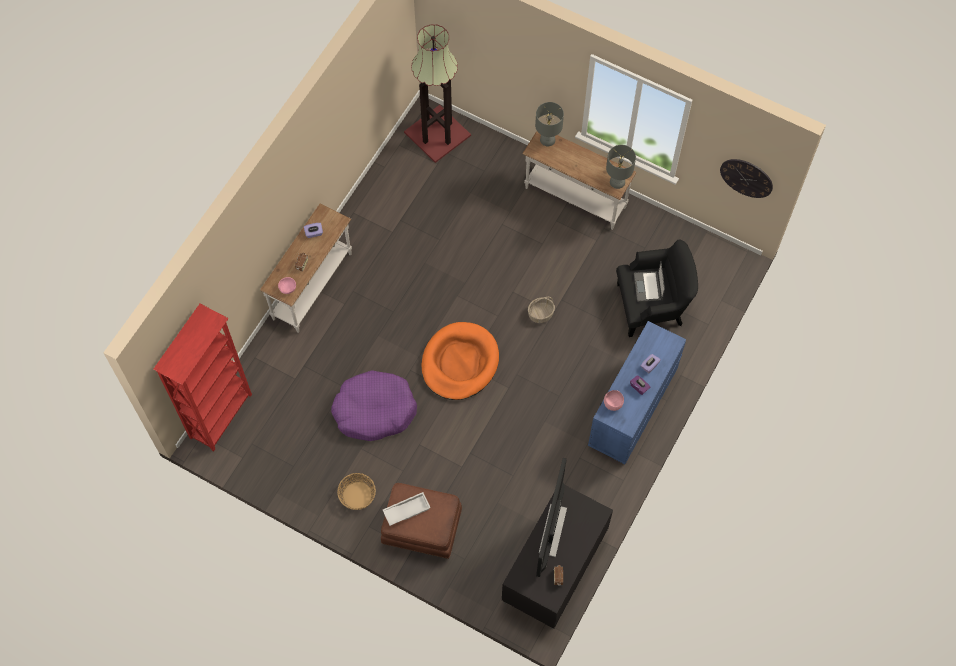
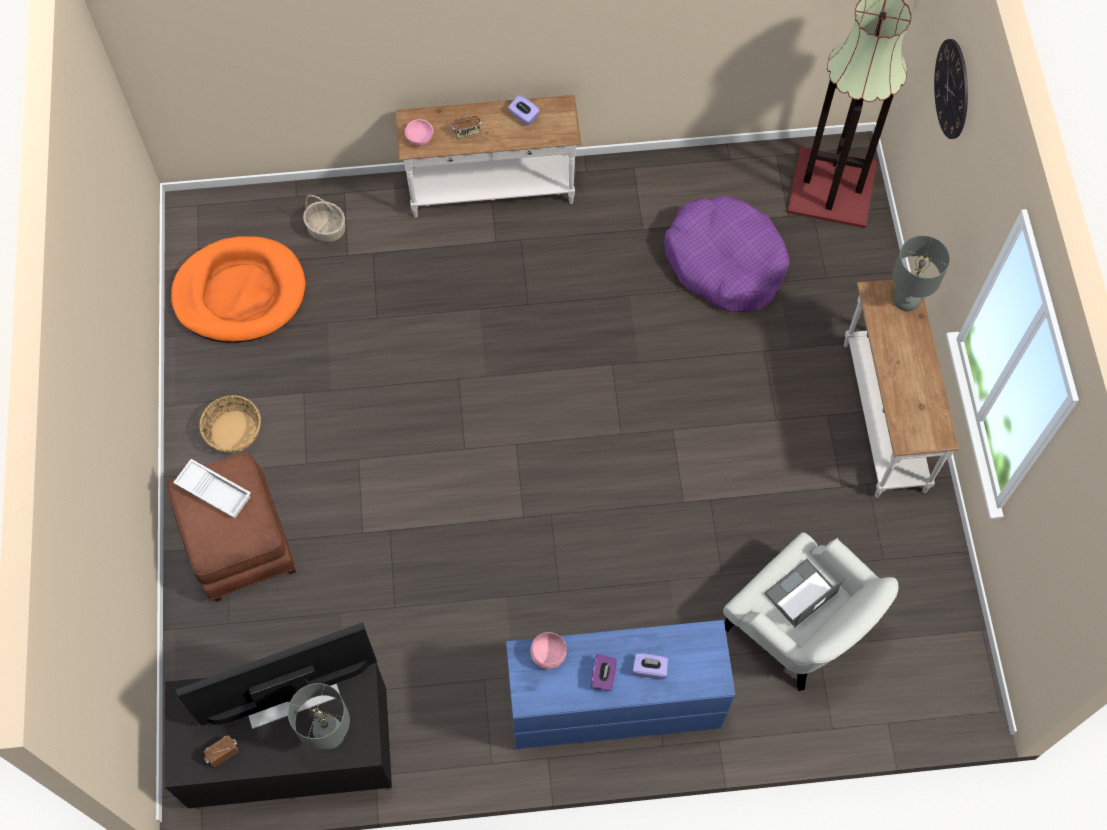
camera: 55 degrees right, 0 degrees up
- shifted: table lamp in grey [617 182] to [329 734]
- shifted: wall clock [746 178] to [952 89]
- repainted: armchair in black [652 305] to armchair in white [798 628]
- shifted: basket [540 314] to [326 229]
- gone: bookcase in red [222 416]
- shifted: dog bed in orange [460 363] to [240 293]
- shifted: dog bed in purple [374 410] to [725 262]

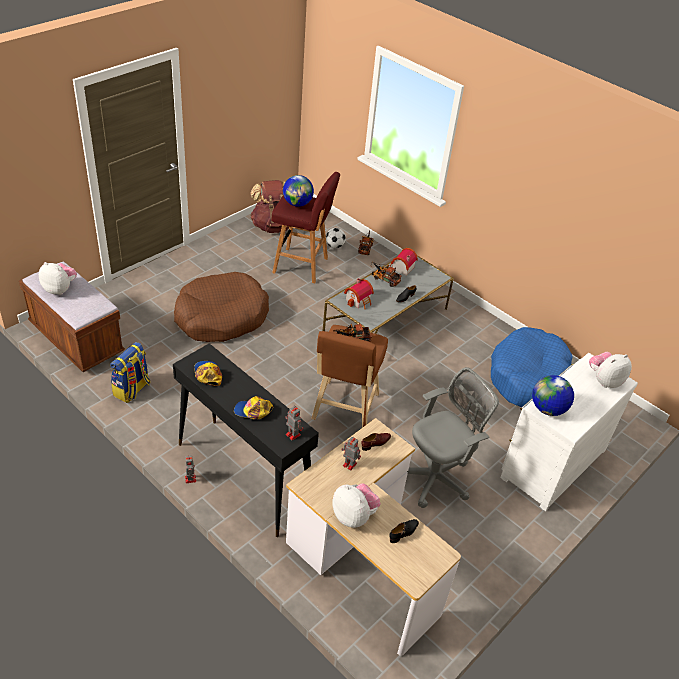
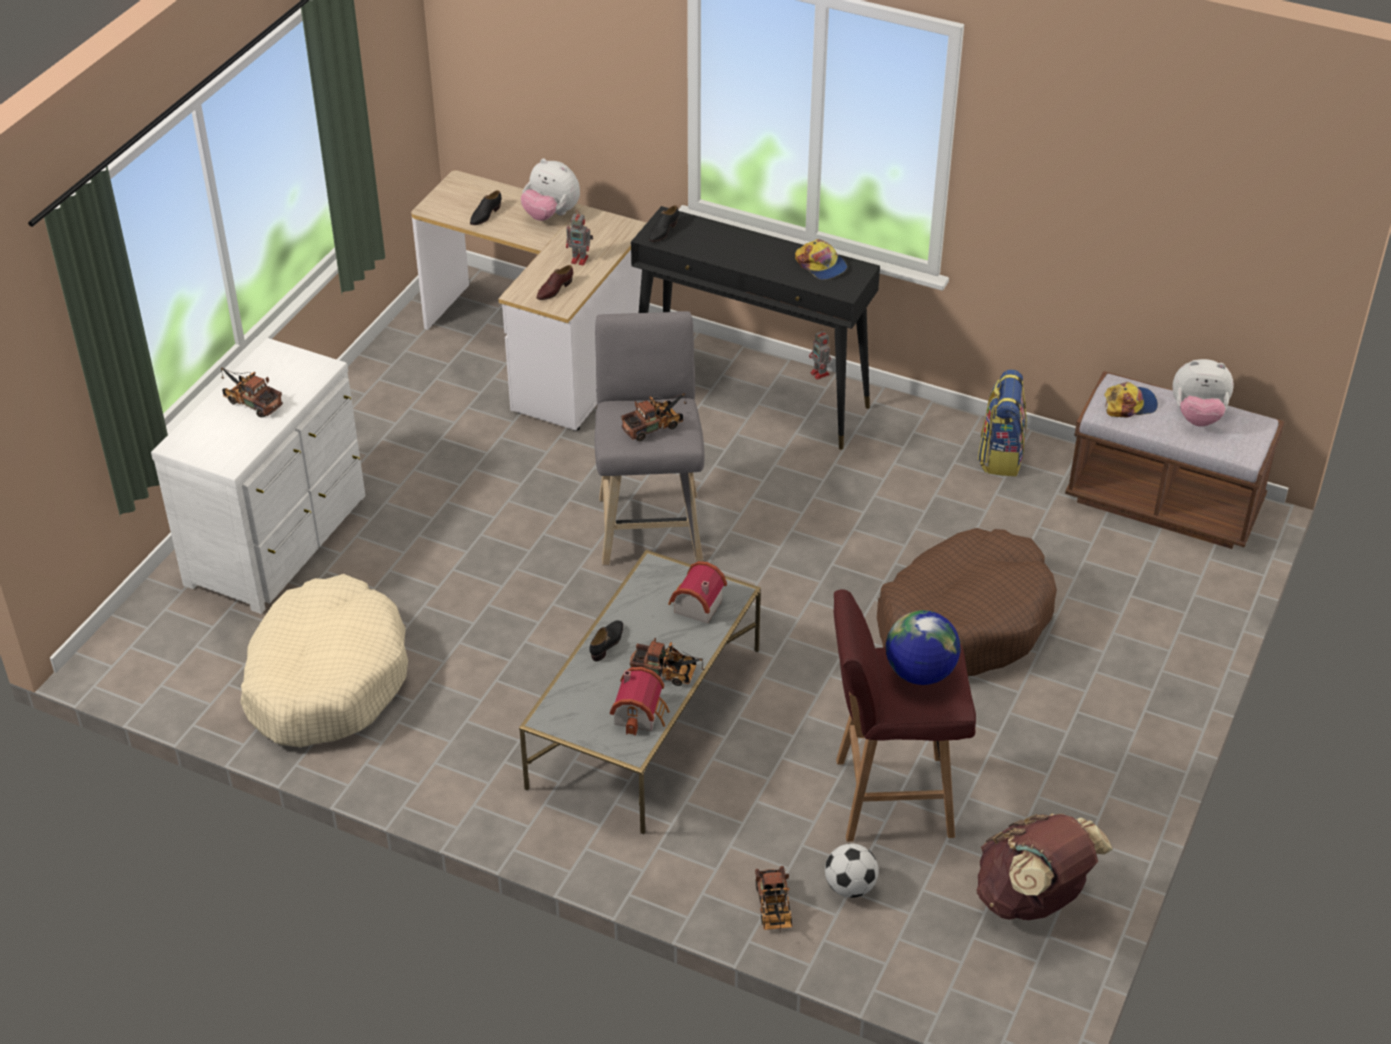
camera: 165 degrees right, 0 degrees up
- repainted: stool in brown [344 409] to stool in grey [650 523]
- repainted: dog bed in blue [529 378] to dog bed in beige [326 679]
- gone: plush toy [604 380]
- gone: office chair in grey [435 477]
- gone: globe [547 409]
- shifted: cap [252 411] to [1129 404]
- swapped: toy robot [292 434] to shoe in black [663 231]
- new: toy truck [250 401]

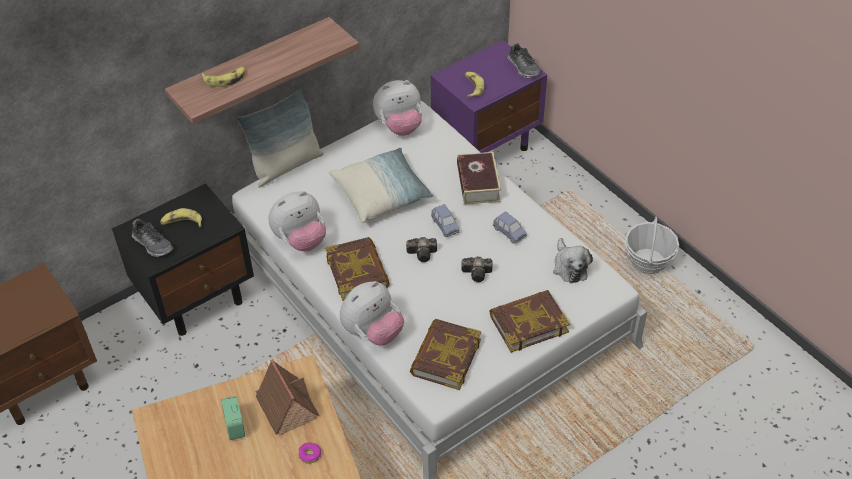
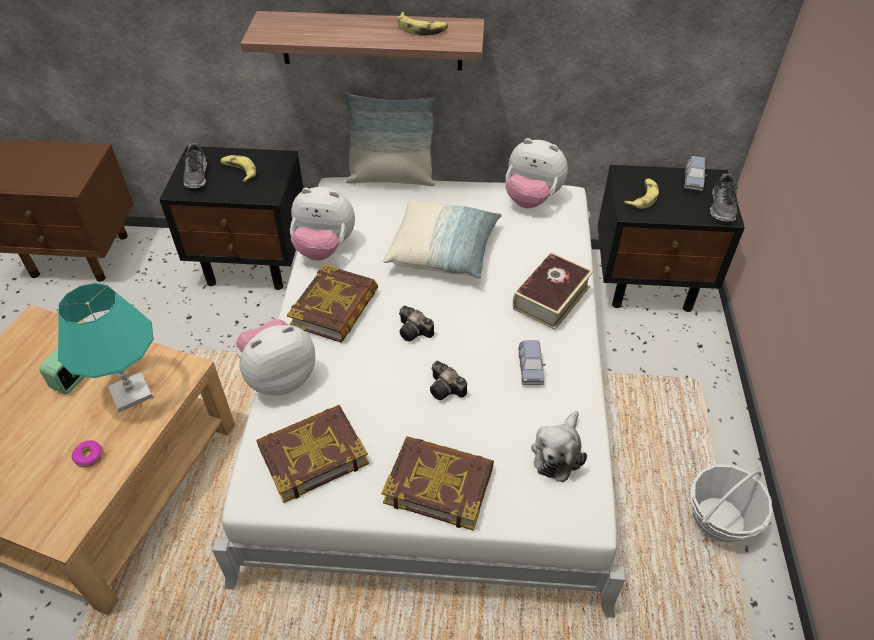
camera: 40 degrees right, 0 degrees up
- repainted: nightstand in purple [487 145] to nightstand in black [649 283]
- shifted: banana [225 79] to [421 29]
- shifted: toy car in blue [445 226] to [692 181]
- rotated: plush toy [373 332] = [279 377] 150 degrees clockwise
- swapped: toy house [286 406] to table lamp in turquoise [131 392]

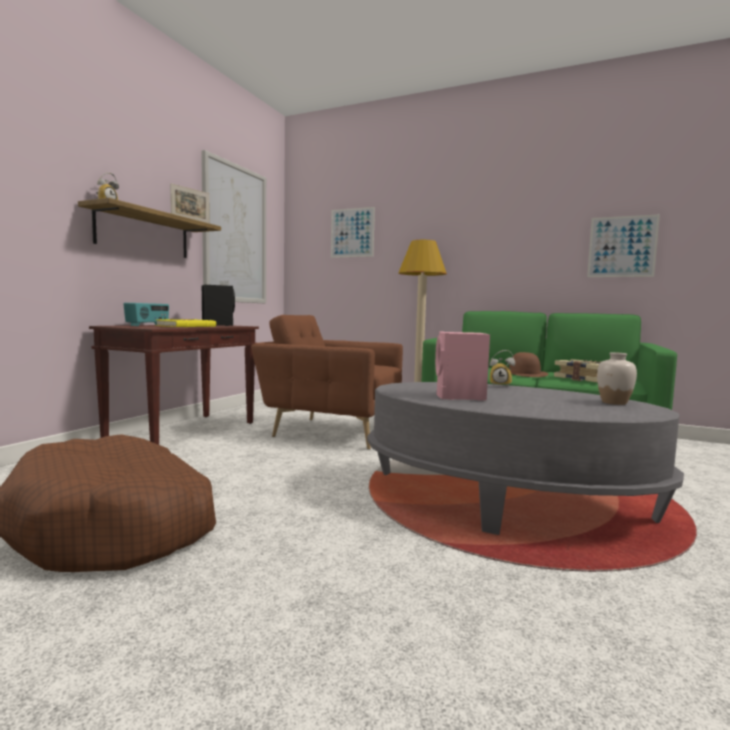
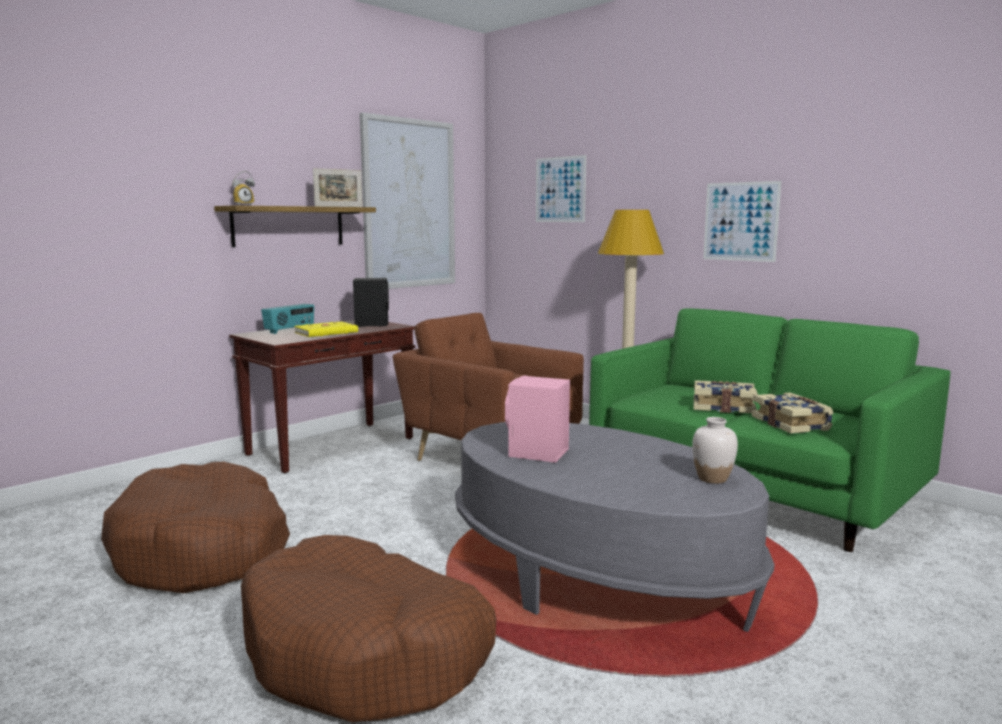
camera: 20 degrees right, 5 degrees up
- shifted: picture [622 246] to [740 221]
- gone: alarm clock [500 385]
- swapped: hat in brown [524 374] to book [723 407]
- new: dog bed in brown [365 652]

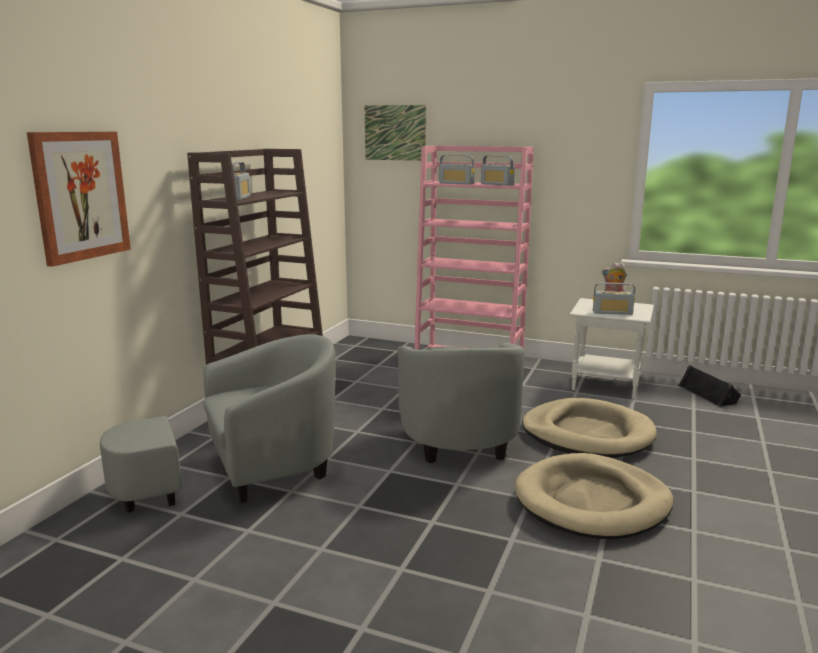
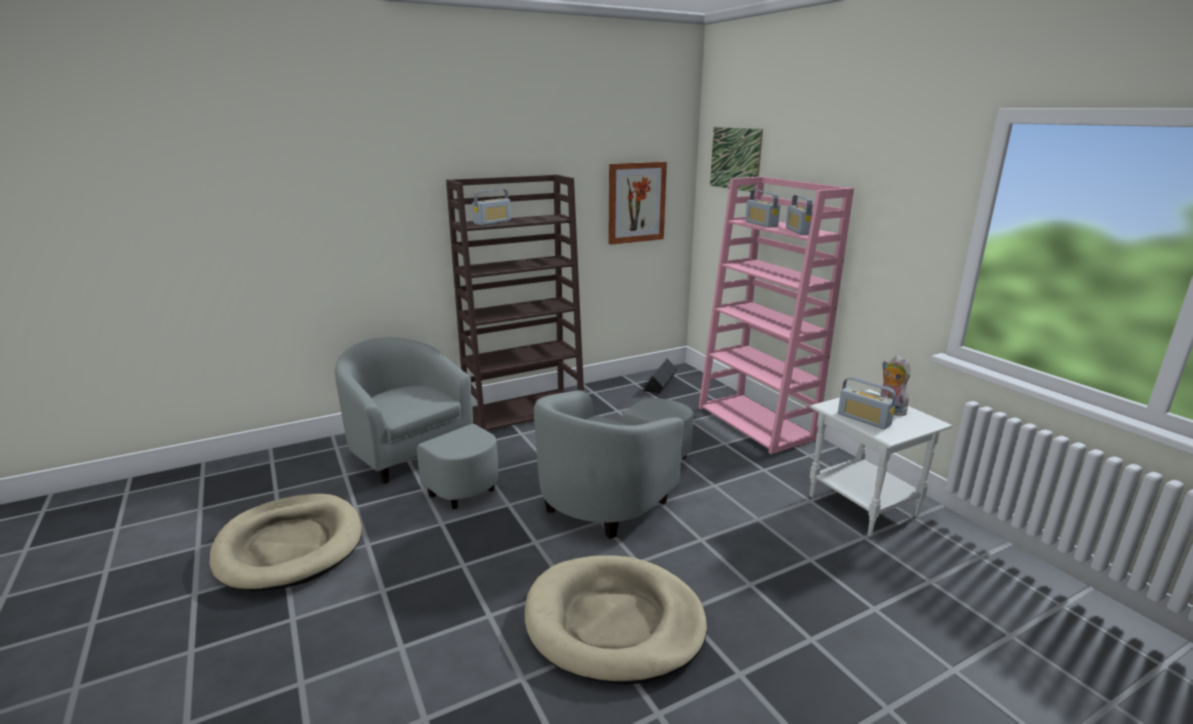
camera: 40 degrees right, 5 degrees up
- shifted: picture [80 196] to [636 202]
- rotated: armchair in grey [244 474] = [419 462] 150 degrees counterclockwise
- shifted: speaker in black [708 394] to [661 383]
- shifted: dog bed in beige [587 434] to [290 546]

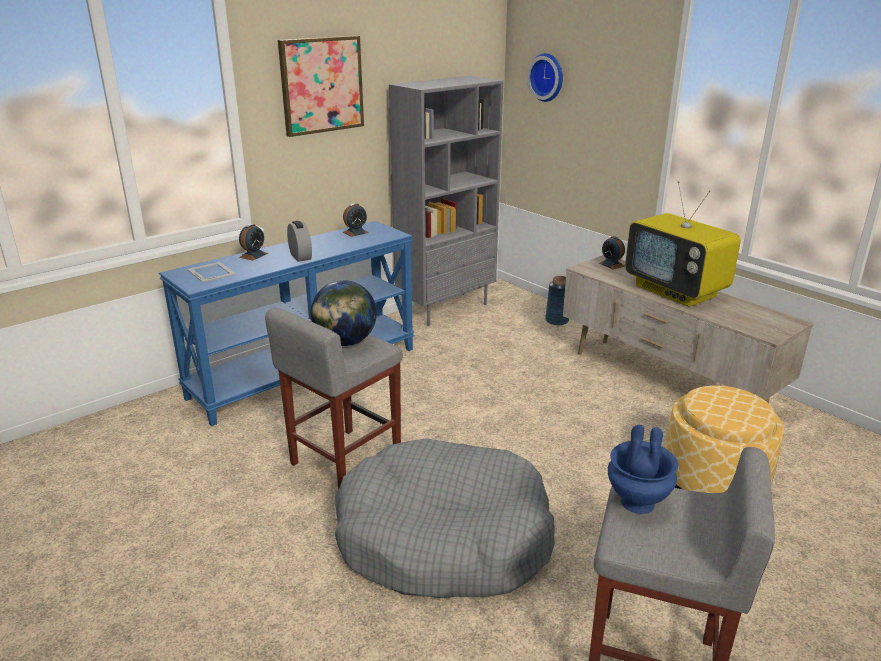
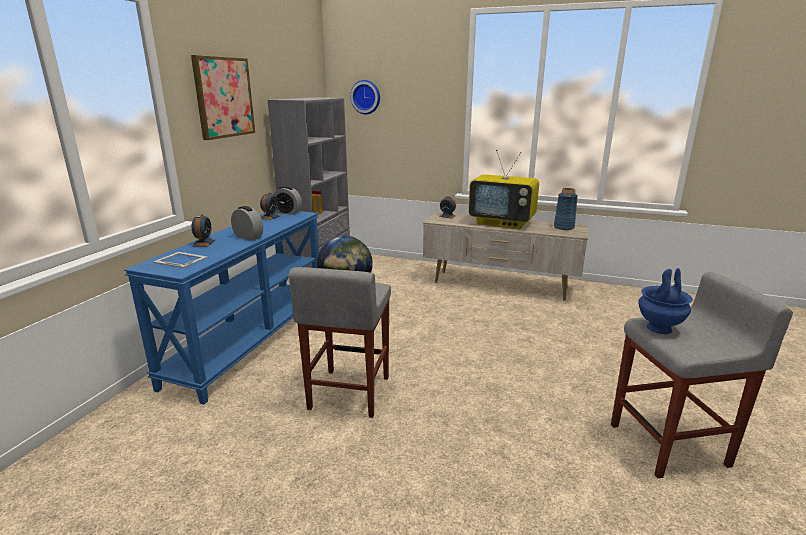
camera: 30 degrees left, 5 degrees down
- shifted: vase in blue [556 320] to [563 227]
- gone: ottoman [713 482]
- gone: dog bed in grey [443 538]
- new: alarm clock [287 212]

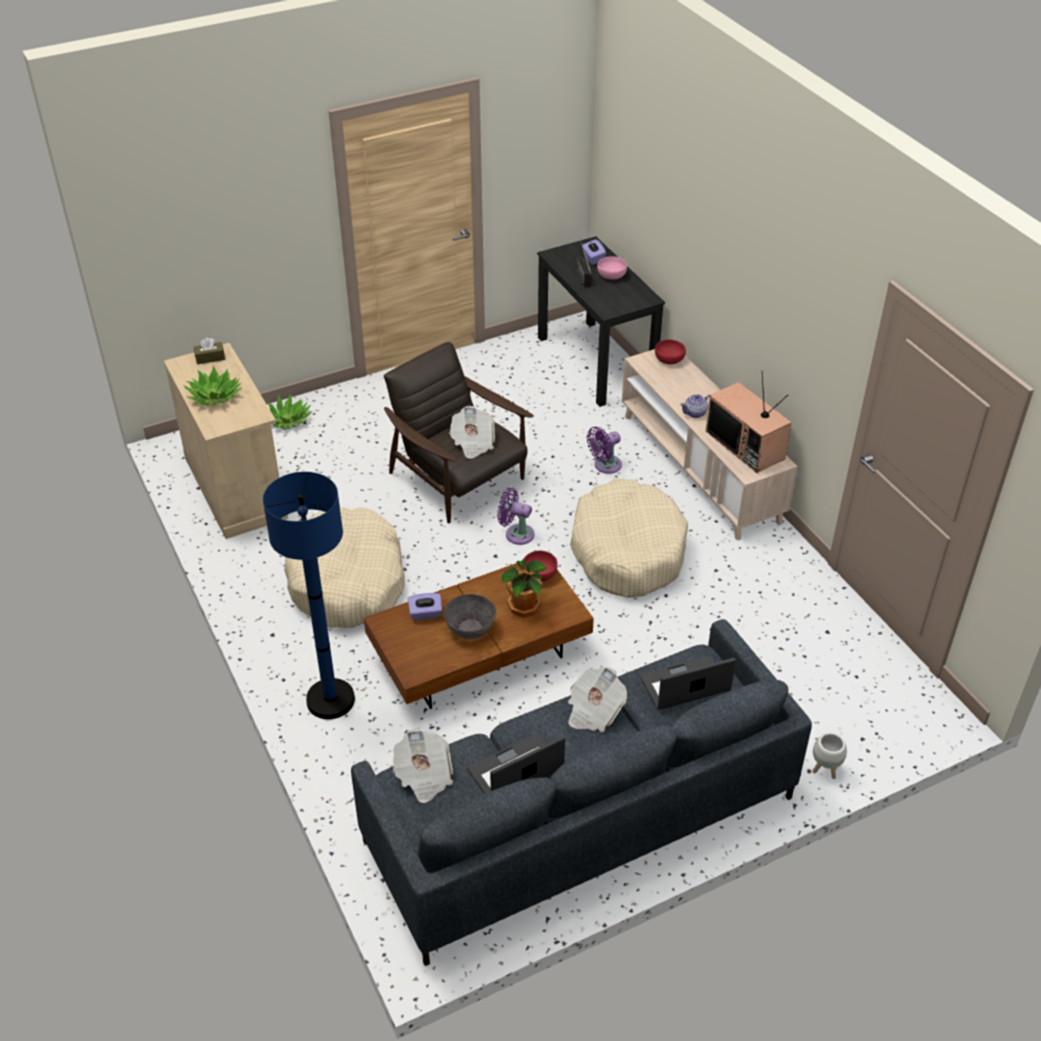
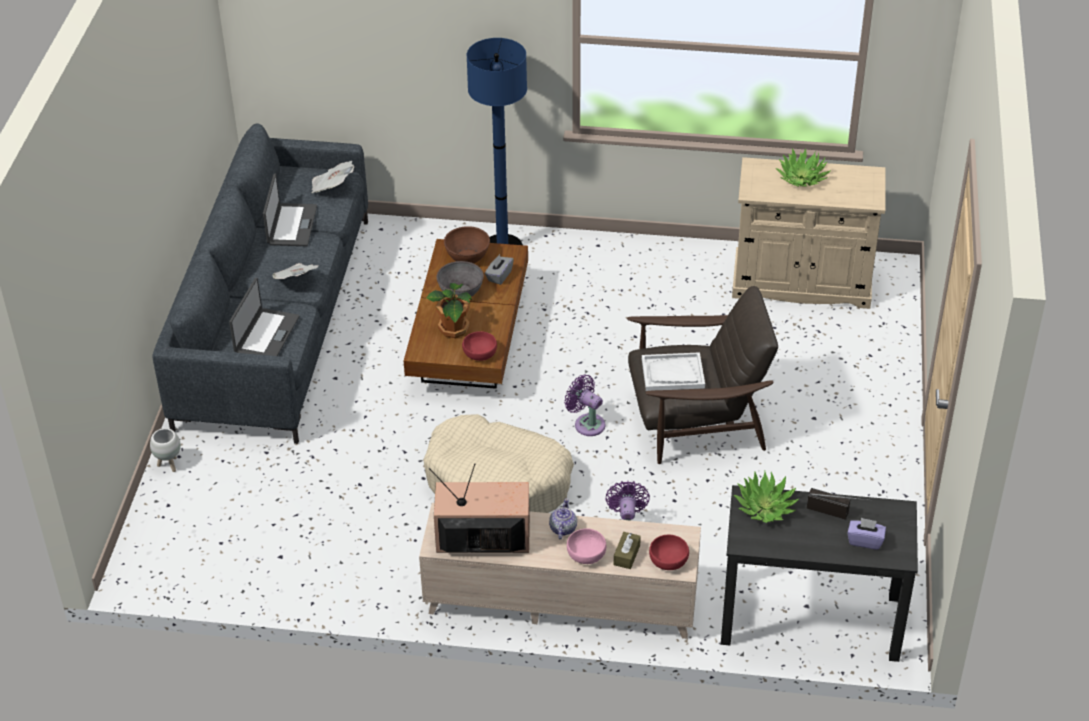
camera: 125 degrees right, 0 degrees up
- shifted: bowl in pink [612 275] to [585 554]
- shifted: tissue box in brown [210 358] to [626 555]
- shifted: potted plant [288 420] to [765 507]
- swapped: newspaper [473 443] to tray in white [672 373]
- rotated: fan in purple [516 533] = [587 423] 105 degrees counterclockwise
- gone: dog bed in beige [348 582]
- repainted: tissue box in purple [425 614] to tissue box in grey [499 276]
- new: bowl in brown [467 256]

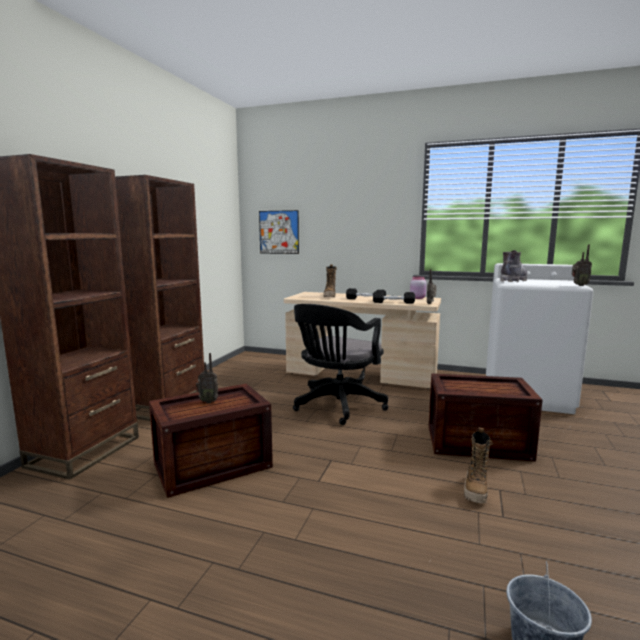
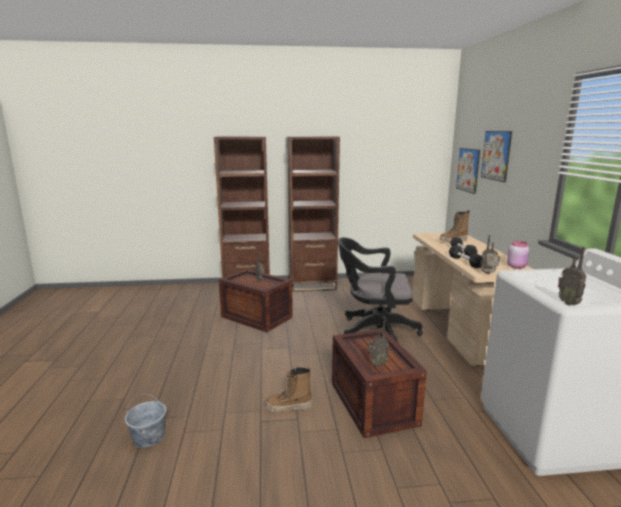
camera: 65 degrees right, 5 degrees up
- gone: boot in grey [513 281]
- new: picture [495 155]
- new: radio [376 364]

